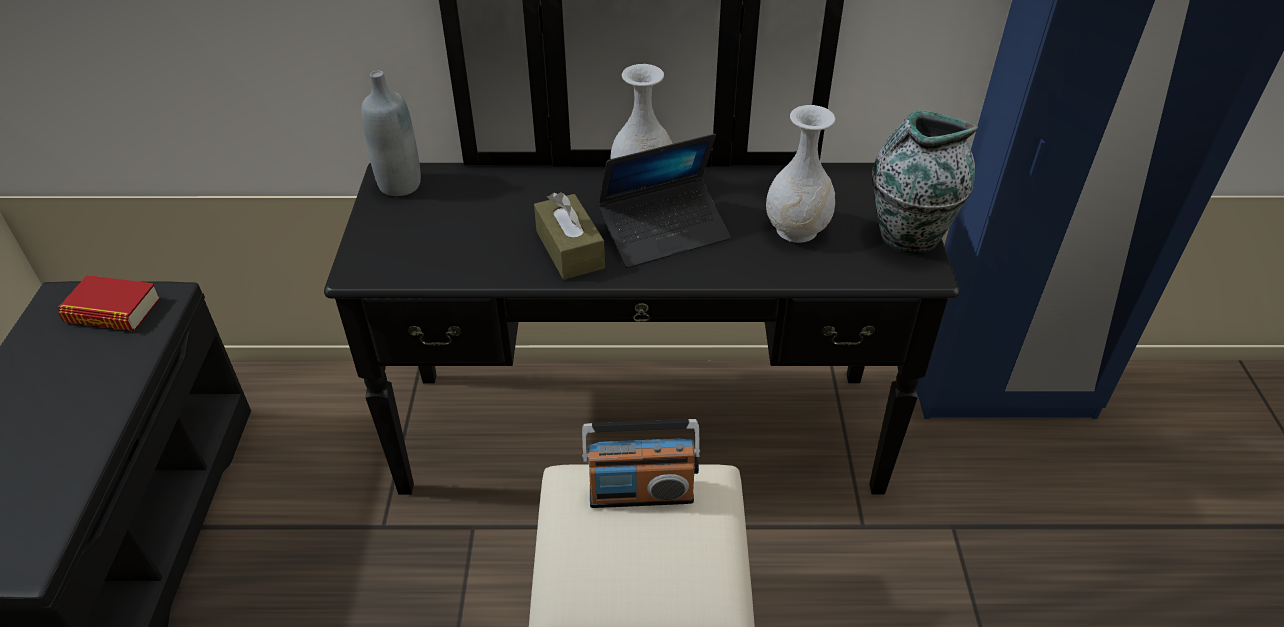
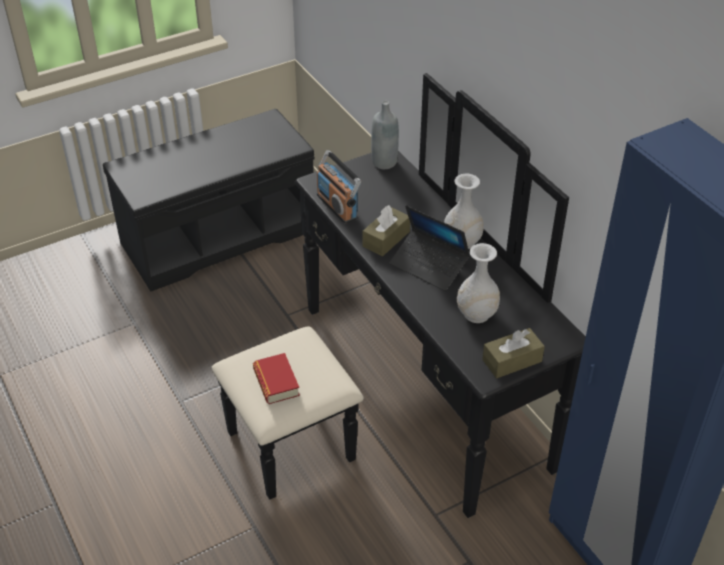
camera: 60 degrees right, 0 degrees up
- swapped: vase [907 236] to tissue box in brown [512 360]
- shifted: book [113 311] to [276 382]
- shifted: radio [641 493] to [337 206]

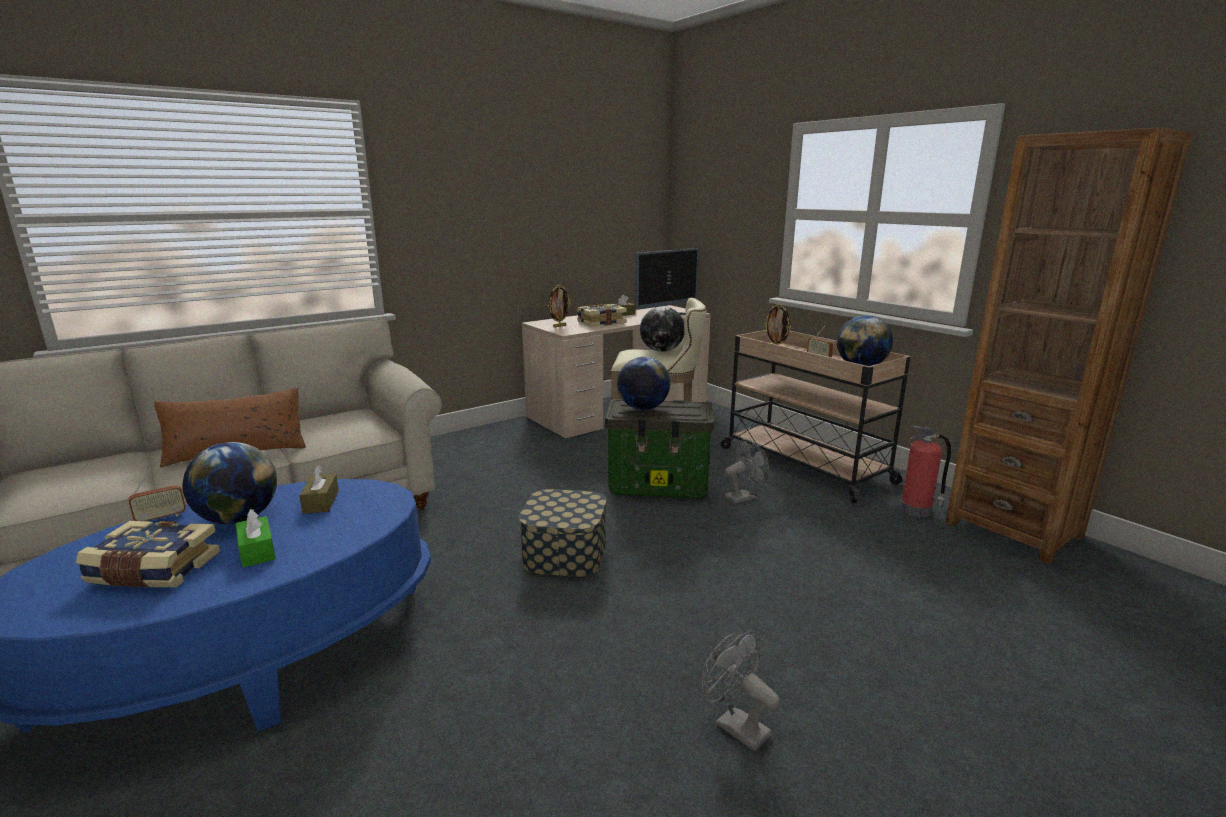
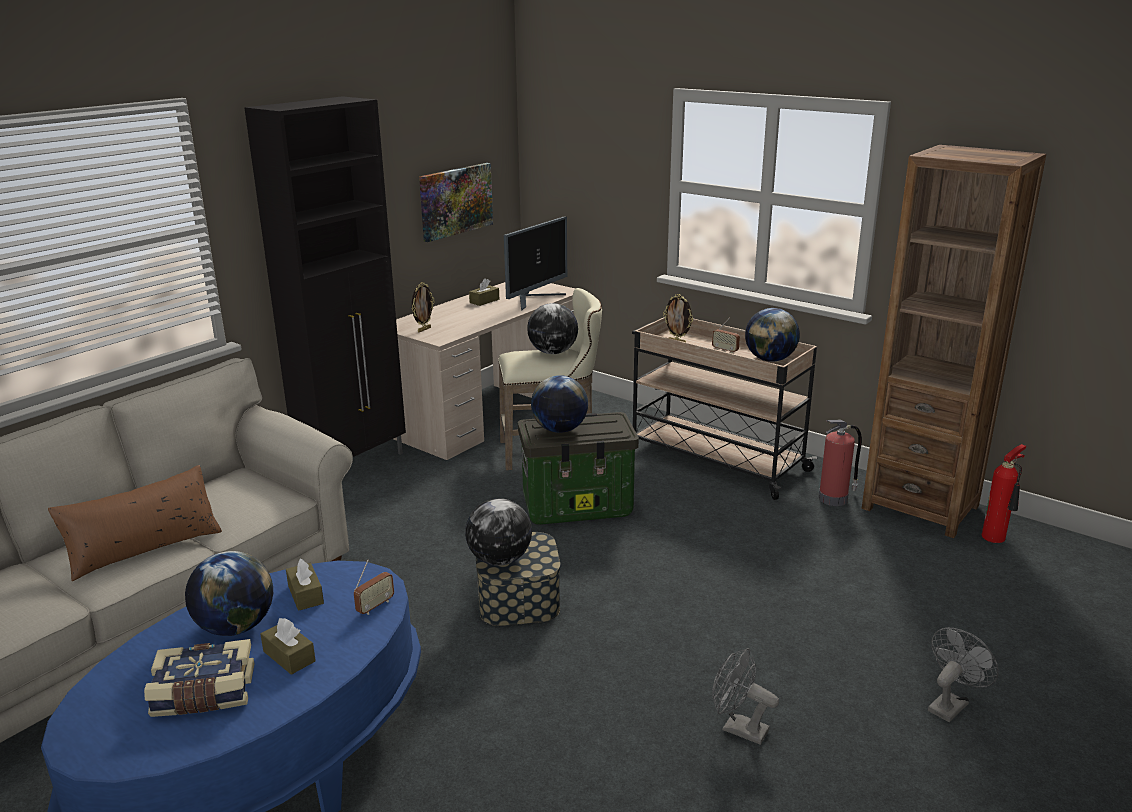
camera: 15 degrees left, 5 degrees up
- gone: book [601 322]
- shifted: fan in grey [744 497] to [950 704]
- shifted: radio [161 518] to [375 606]
- repainted: tissue box in green [257 551] to tissue box in brown [289 656]
- new: cabinet in black [354 465]
- new: picture [455 201]
- new: fire extinguisher [996 537]
- new: globe [500 560]

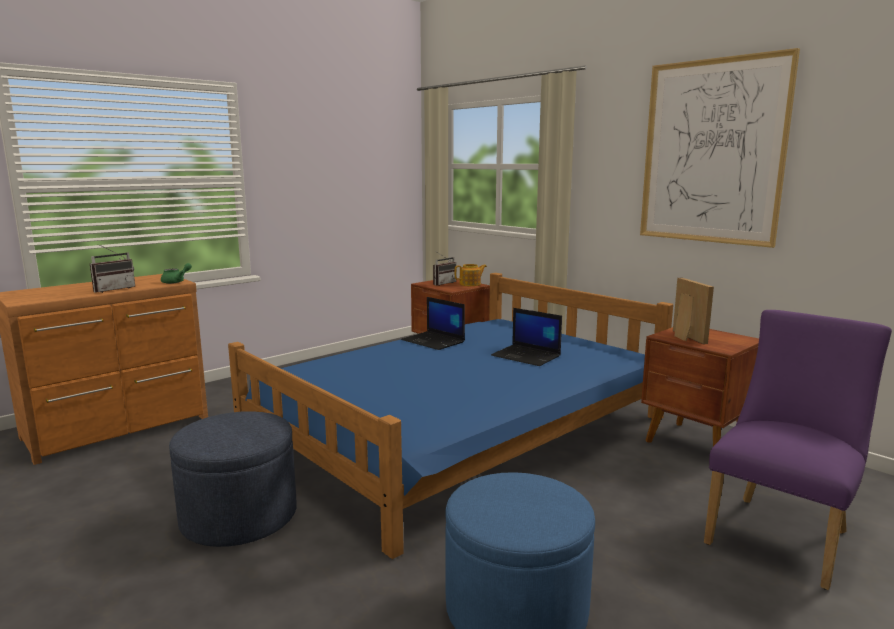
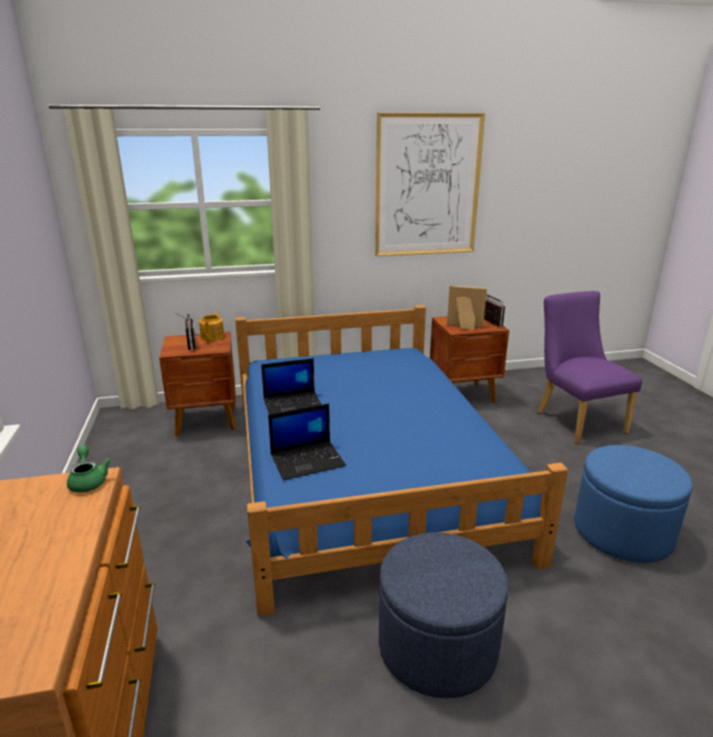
camera: 60 degrees left, 10 degrees up
- shifted: radio [113 289] to [489 323]
- shifted: laptop [527 356] to [308 460]

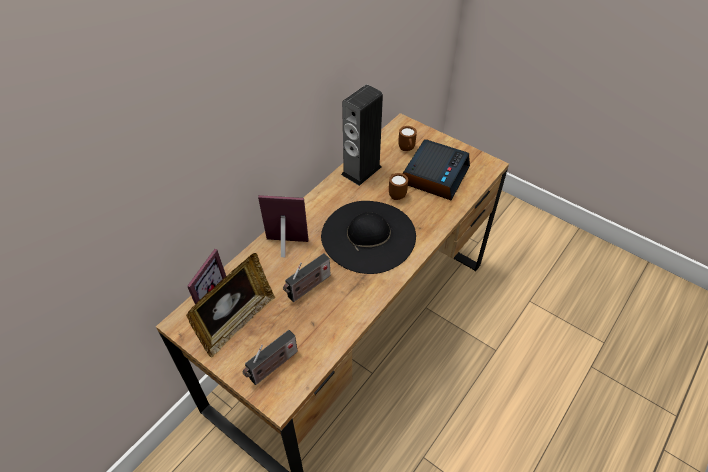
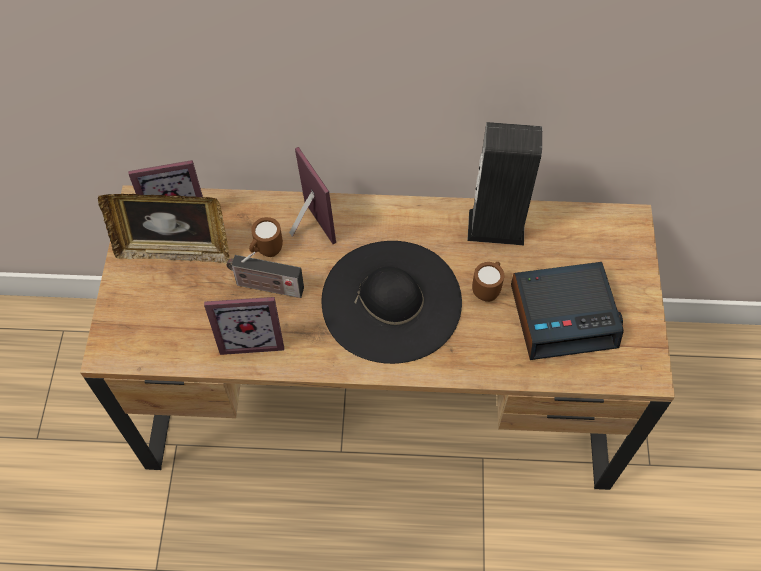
camera: 55 degrees right, 10 degrees up
- shifted: mug in brown [407 150] to [266 251]
- gone: radio [272 367]
- new: picture frame [252 336]

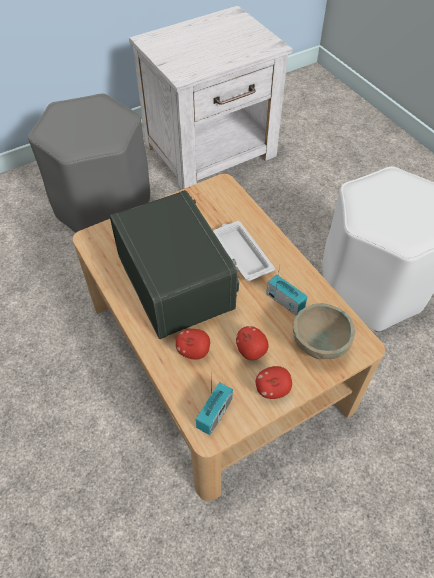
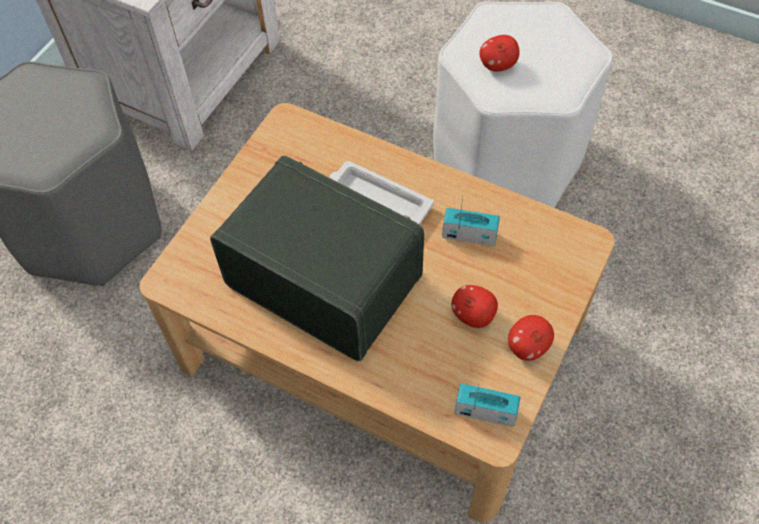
camera: 30 degrees left, 5 degrees up
- gone: bowl in beige [319 345]
- shifted: apple [194 351] to [497 65]
- rotated: radio [214 413] = [485 411] 75 degrees counterclockwise

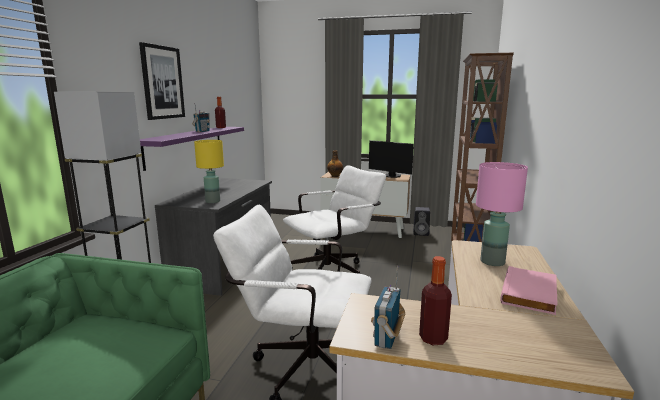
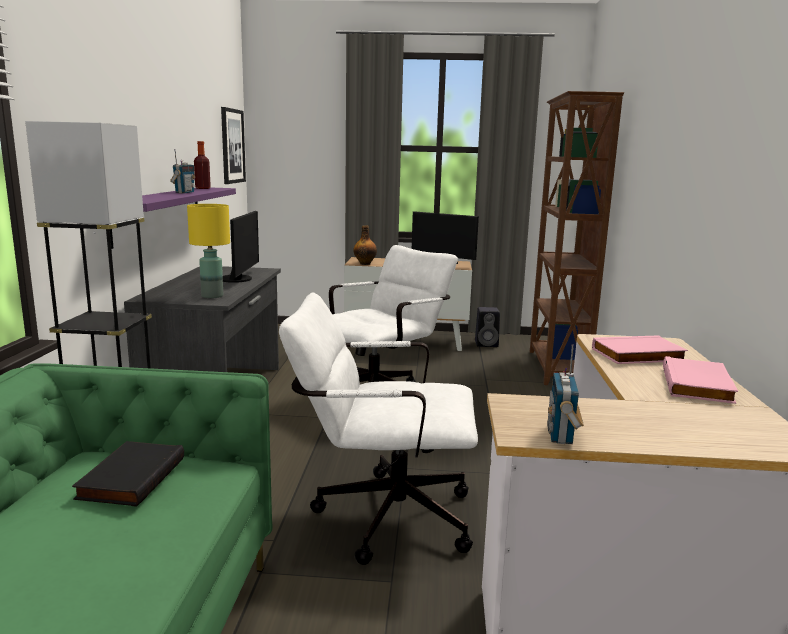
camera: 10 degrees left, 0 degrees up
- shifted: picture [162 82] to [232 146]
- swapped: table lamp in pink [492 262] to book in pink [638 355]
- gone: bottle [433 338]
- new: monitor [239 279]
- new: book in black [130 477]

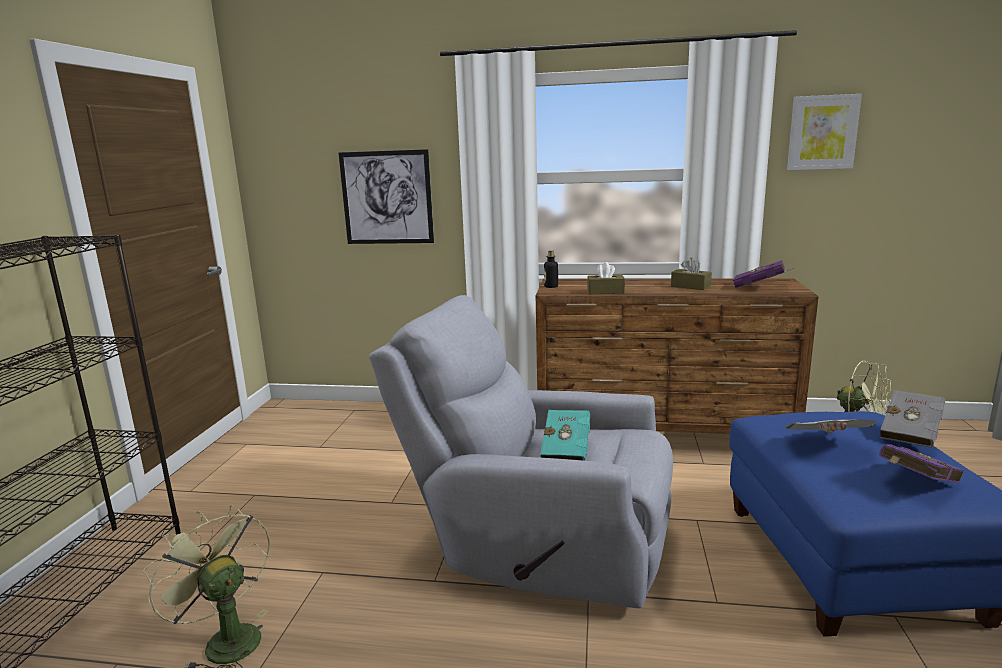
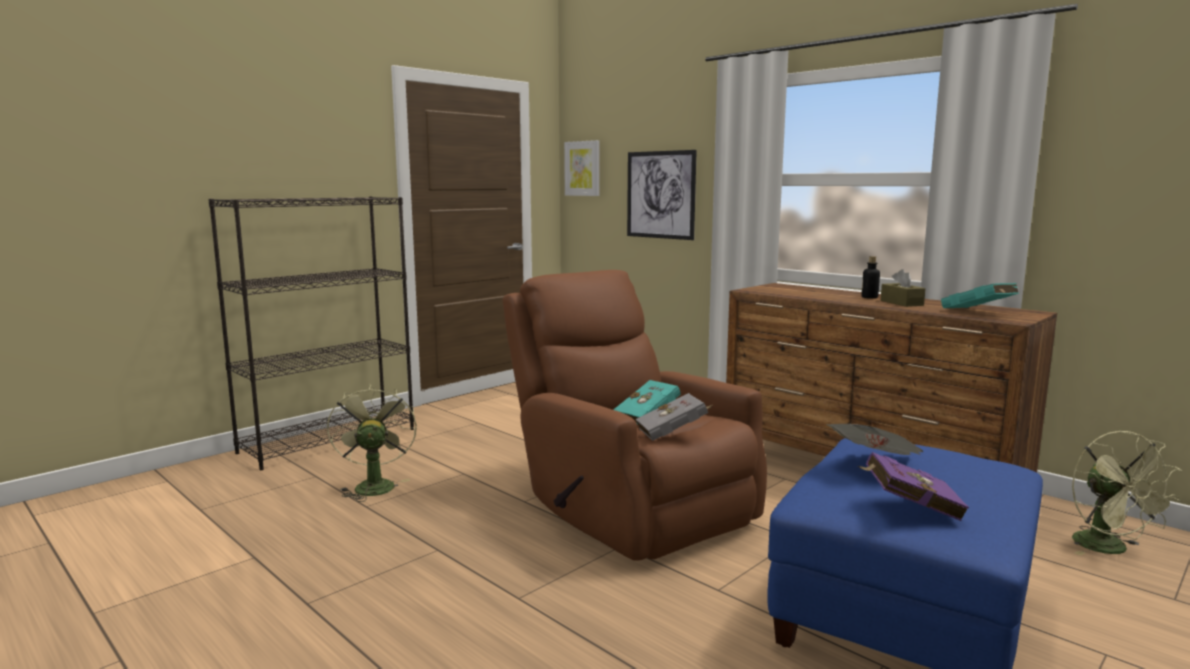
camera: 35 degrees right, 5 degrees down
- shifted: picture [822 132] to [583 168]
- shifted: bottle [551 286] to [869 297]
- repainted: book in purple [760 288] to book in turquoise [979 313]
- gone: tissue box in brown [605 292]
- repainted: armchair in grey [537 542] to armchair in brown [628 506]
- shifted: book in grey [911 433] to [674 434]

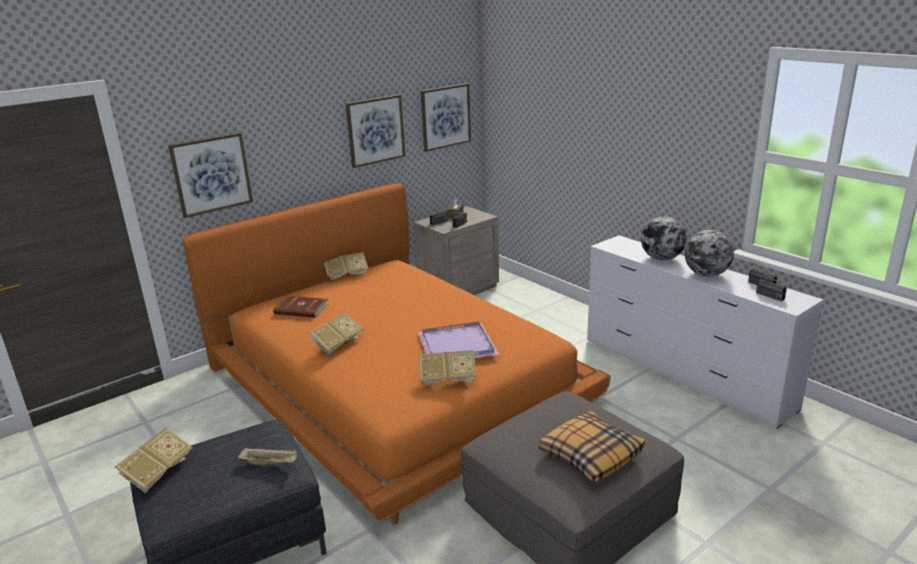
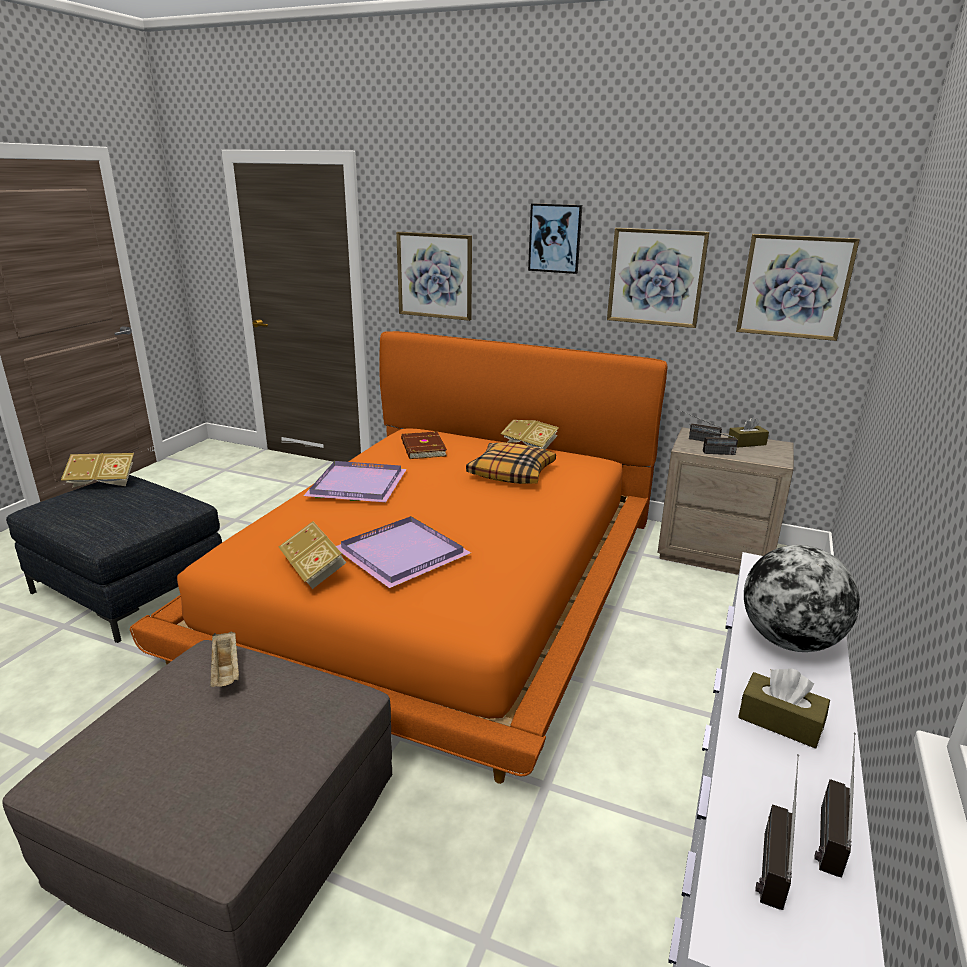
camera: 60 degrees right, 0 degrees up
- swapped: globe [706 274] to tissue box in brown [780 721]
- swapped: book [337 343] to tray in purple [359 485]
- shifted: pillow [590 454] to [511 473]
- shifted: tray in beige [270 463] to [226 670]
- new: picture [555 238]

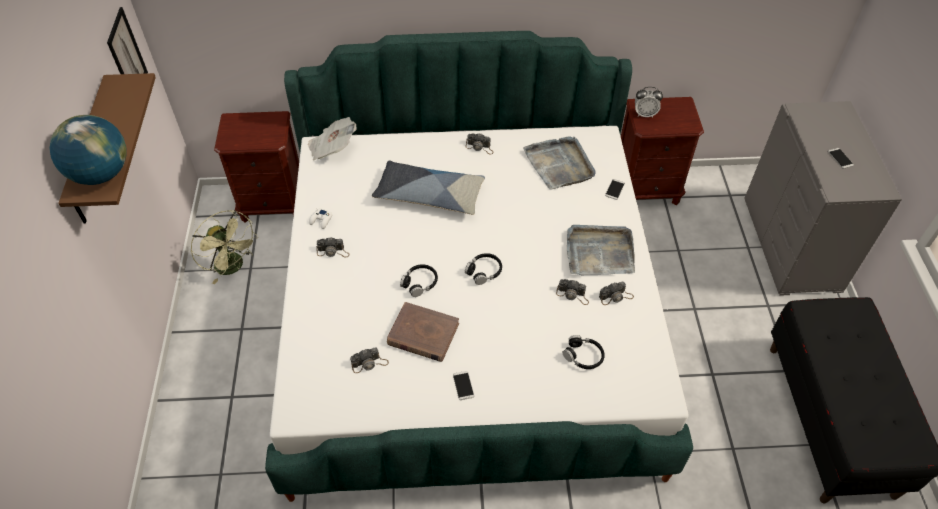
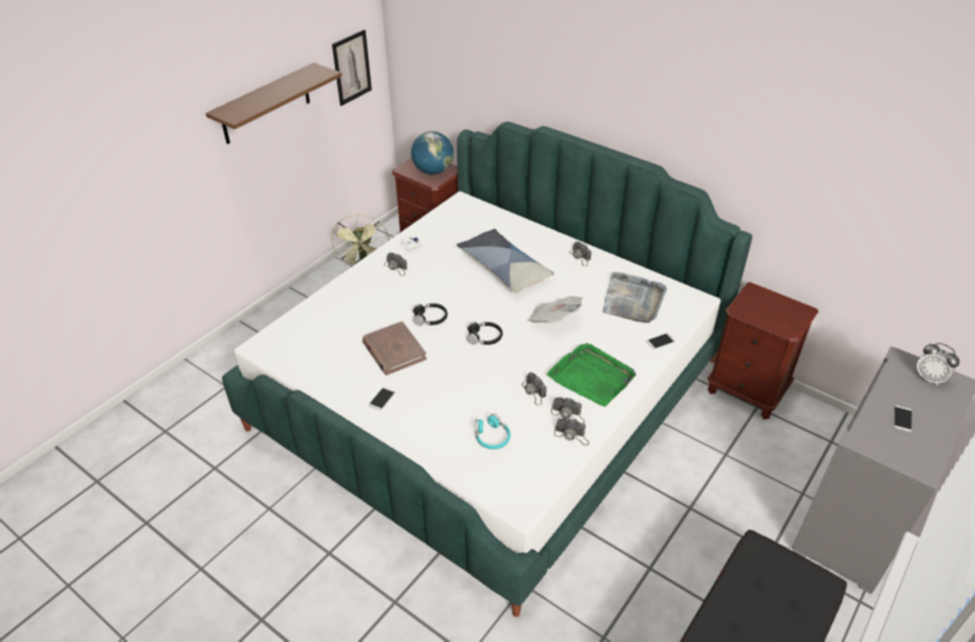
camera: 40 degrees right, 10 degrees down
- shifted: alarm clock [645 114] to [929 378]
- shifted: globe [101 174] to [433 171]
- shifted: newspaper [332 148] to [553 320]
- repainted: tray in grey [599 252] to tray in green [591 376]
- repainted: headphones in black [583 356] to headphones in turquoise [491 437]
- shifted: photo camera [369 363] to [572 435]

